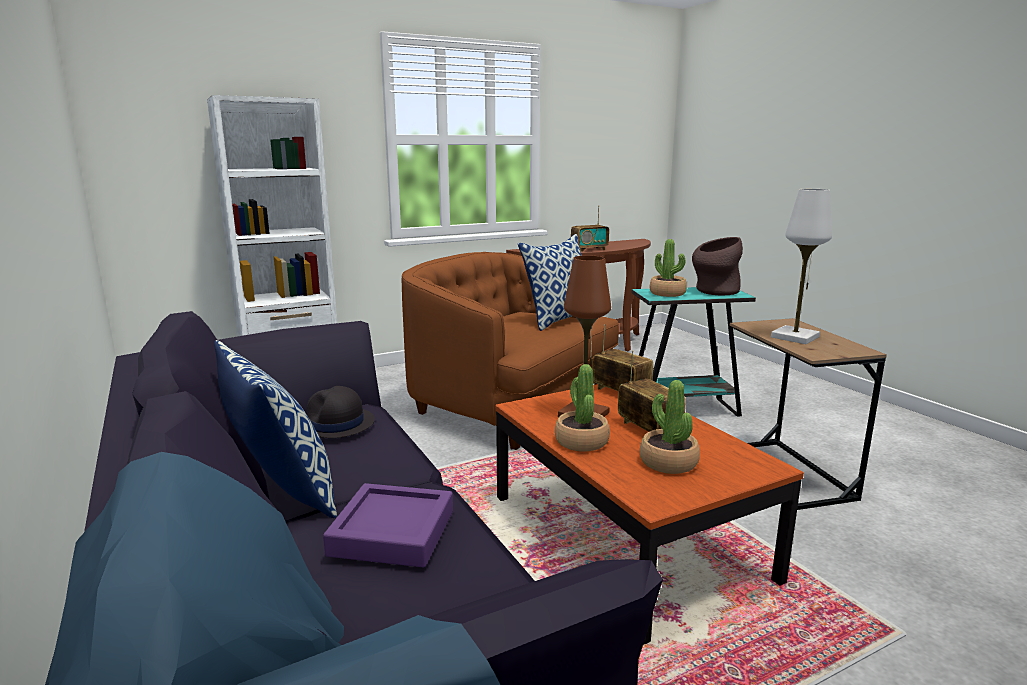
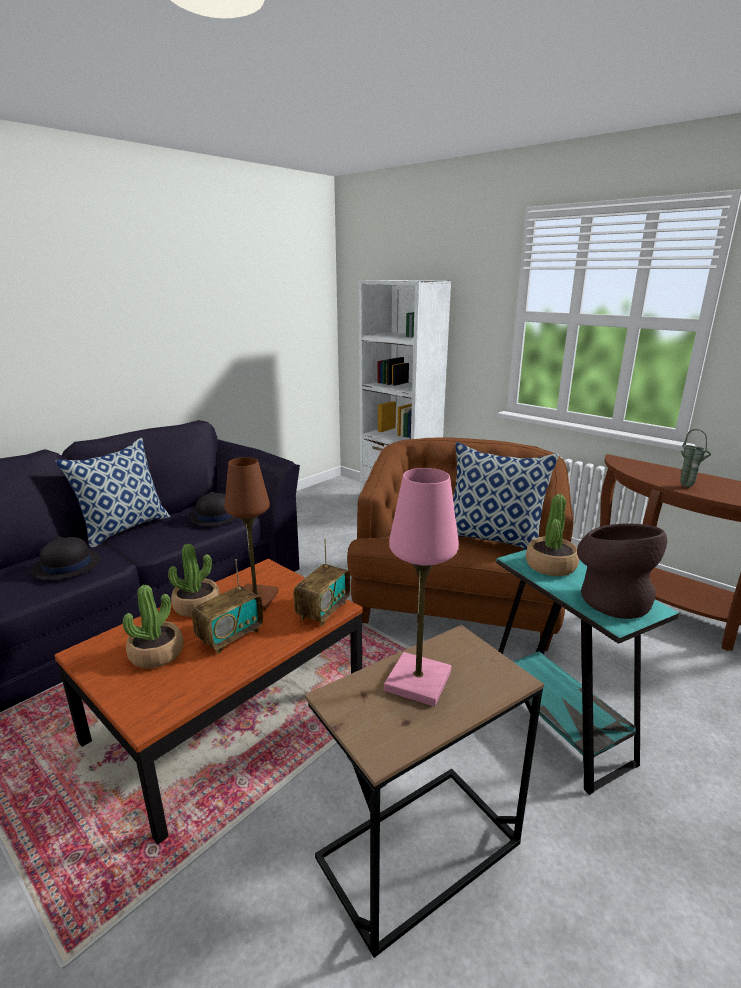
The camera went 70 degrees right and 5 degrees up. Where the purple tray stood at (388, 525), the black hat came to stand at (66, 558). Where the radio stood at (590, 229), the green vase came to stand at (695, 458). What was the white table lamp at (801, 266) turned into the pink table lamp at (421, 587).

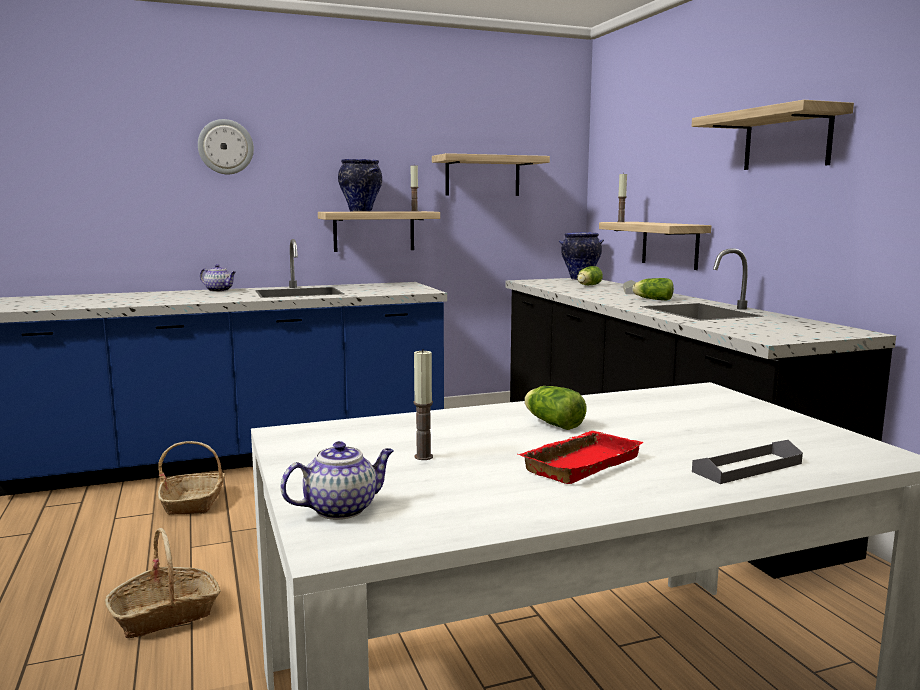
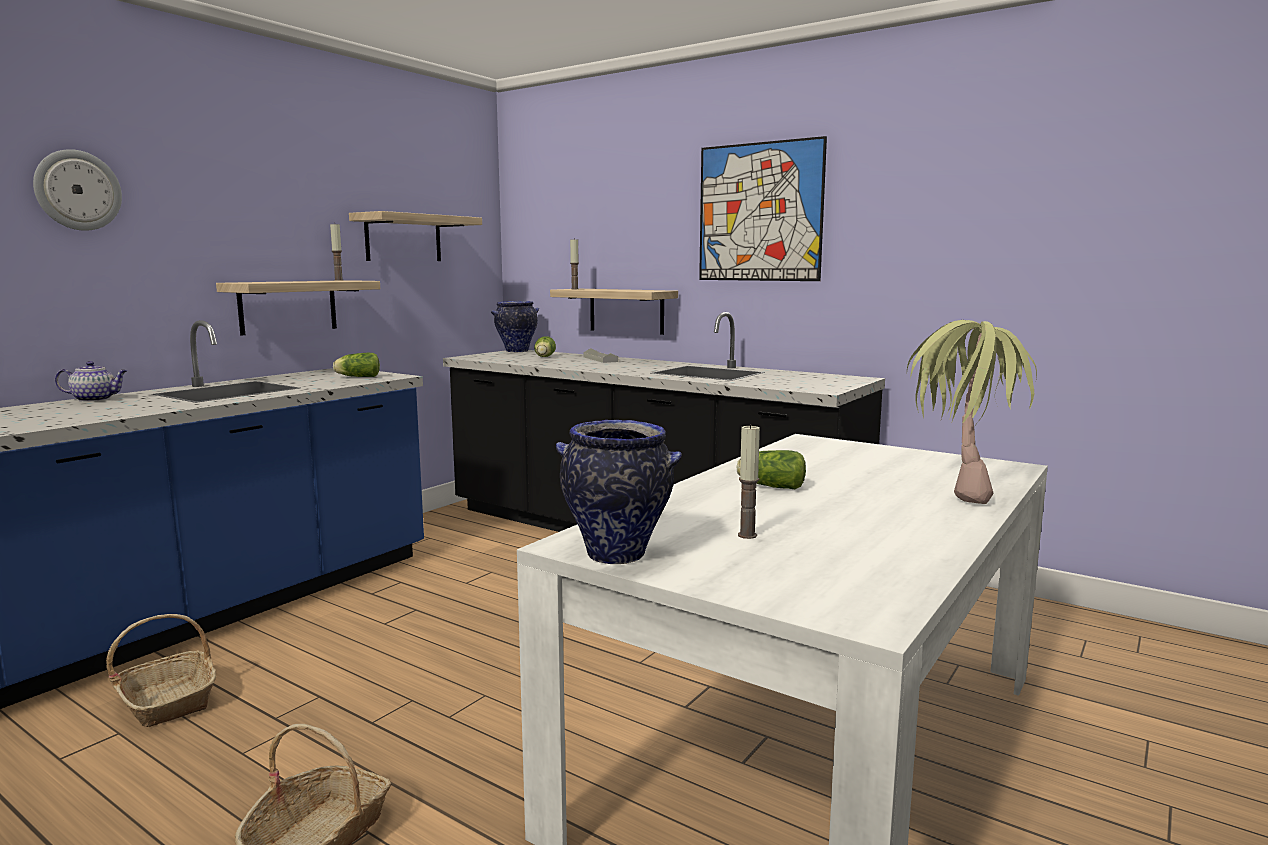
The camera went 35 degrees left and 0 degrees up. The second view lost the teapot at (337, 480). The vase ended up elsewhere, having gone from (360, 185) to (619, 492). The second view lost the red tray at (581, 457). The lettuce ended up elsewhere, having gone from (653, 289) to (356, 365). Where the shelf hung at (773, 135), the picture came to hang at (763, 208). Where the grey tray stood at (747, 462), the potted plant came to stand at (972, 412).

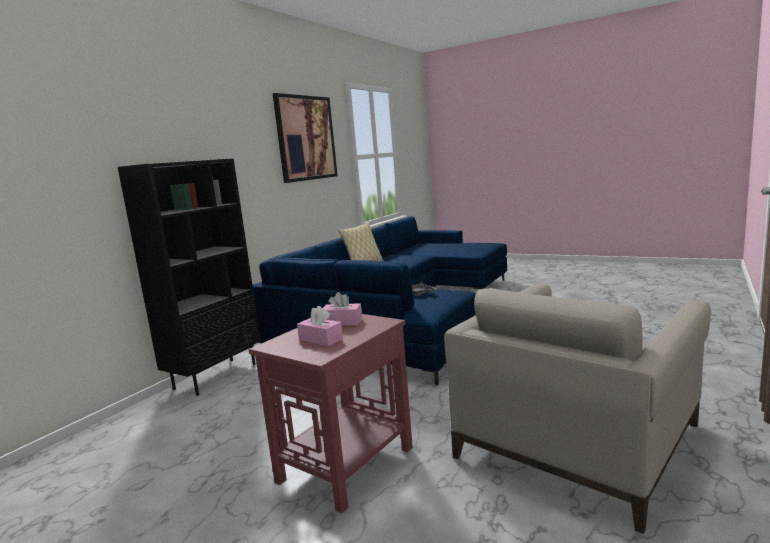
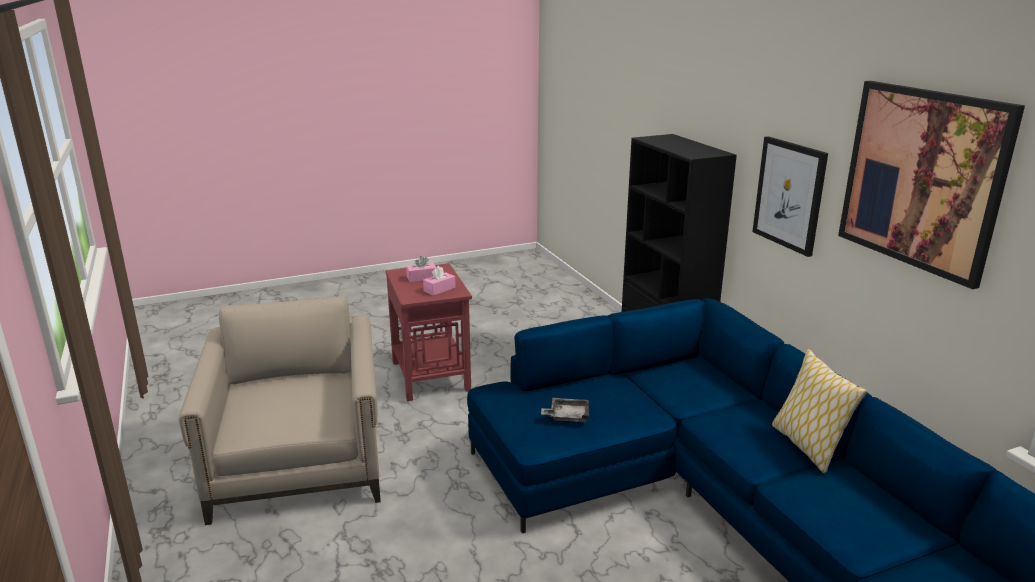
The camera went 125 degrees right and 10 degrees up. The second view gained the picture at (790, 196).

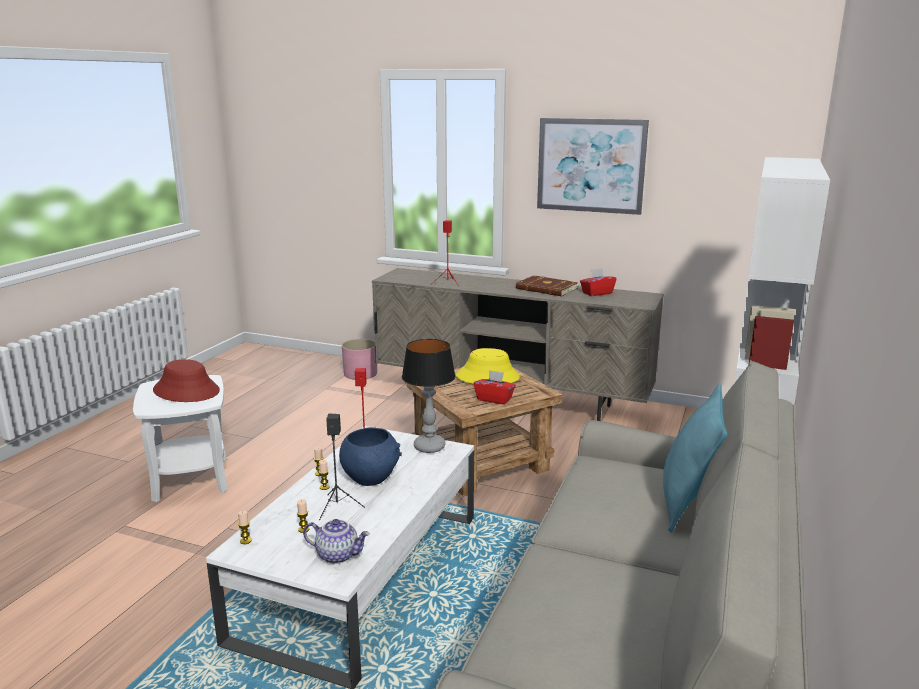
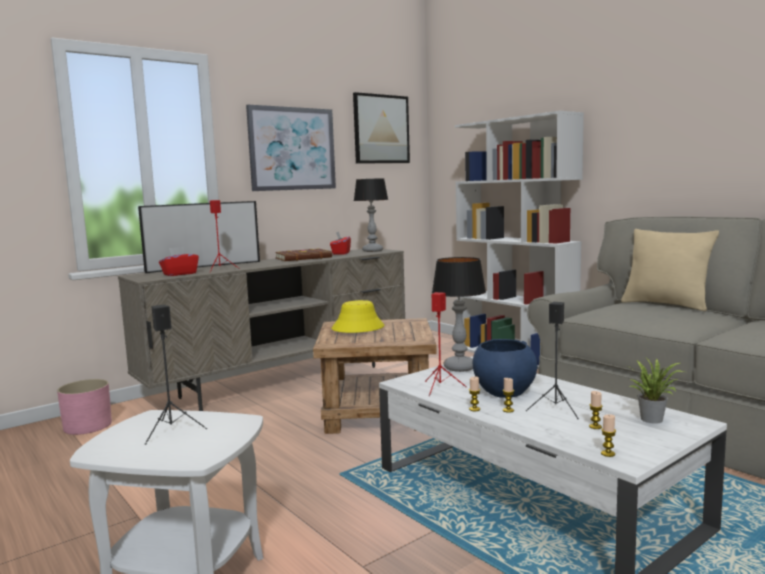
The camera went 60 degrees left and 10 degrees down. Where the red hat stood at (186, 380), the black speaker came to stand at (176, 374). Where the teapot stood at (336, 541), the potted plant came to stand at (655, 391). The red tissue box ended up elsewhere, having gone from (495, 387) to (179, 261). What was the turquoise pillow at (695, 458) turned into the beige pillow at (670, 270). The second view gained the television at (199, 237). The second view gained the picture at (381, 127). The second view gained the table lamp at (371, 215).

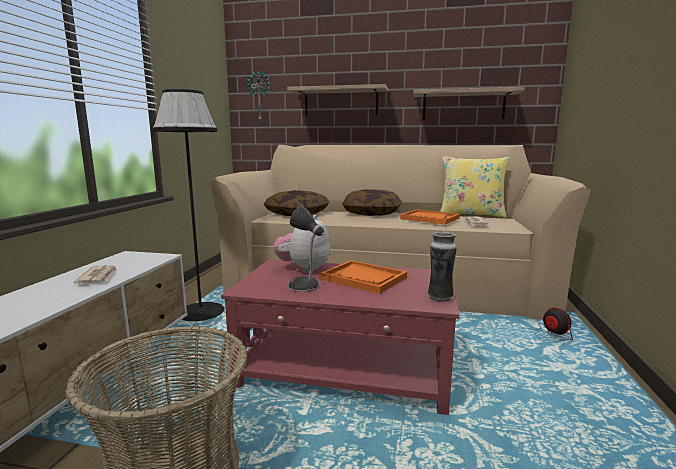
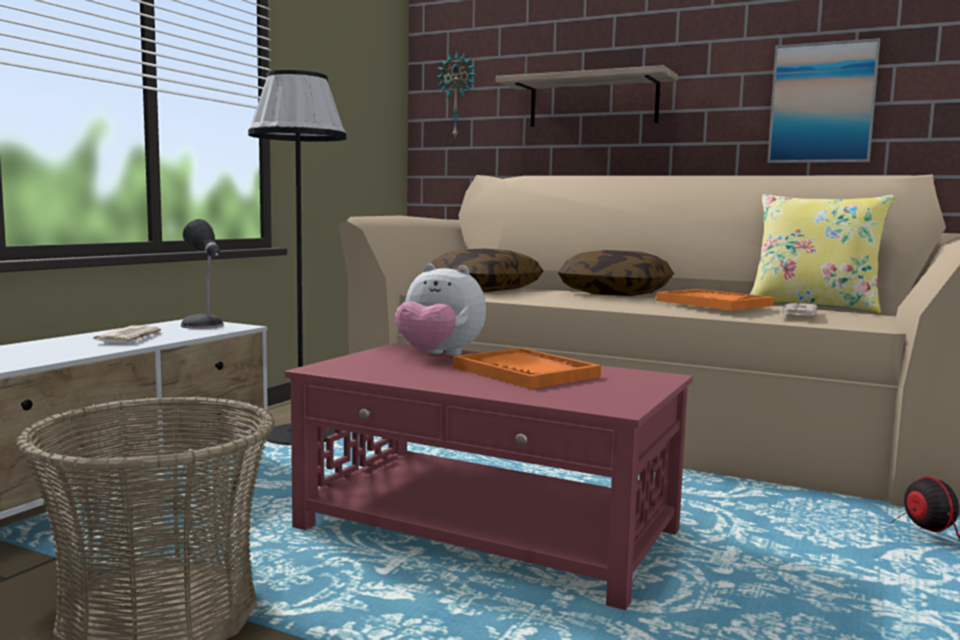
The camera went 15 degrees right and 5 degrees down. The plush toy at (301, 244) ended up facing another way, 105 degrees counterclockwise from before. The table lamp ended up elsewhere, having gone from (306, 249) to (202, 274). Where the shelf hung at (469, 103), the picture came to hang at (823, 100). The second view lost the vase at (442, 267).

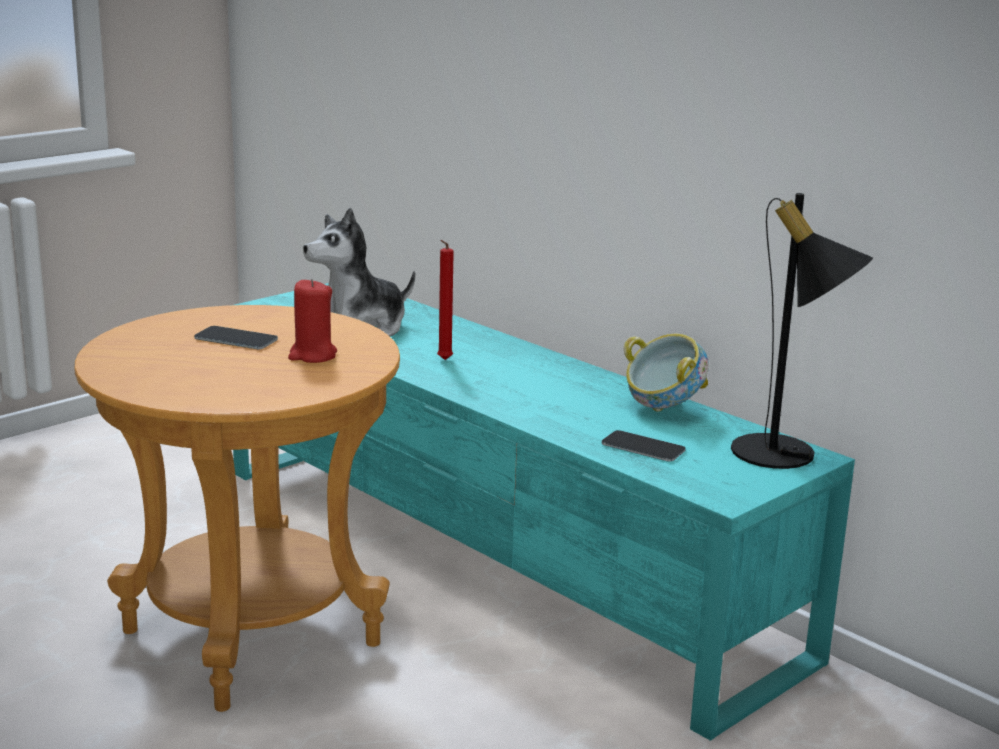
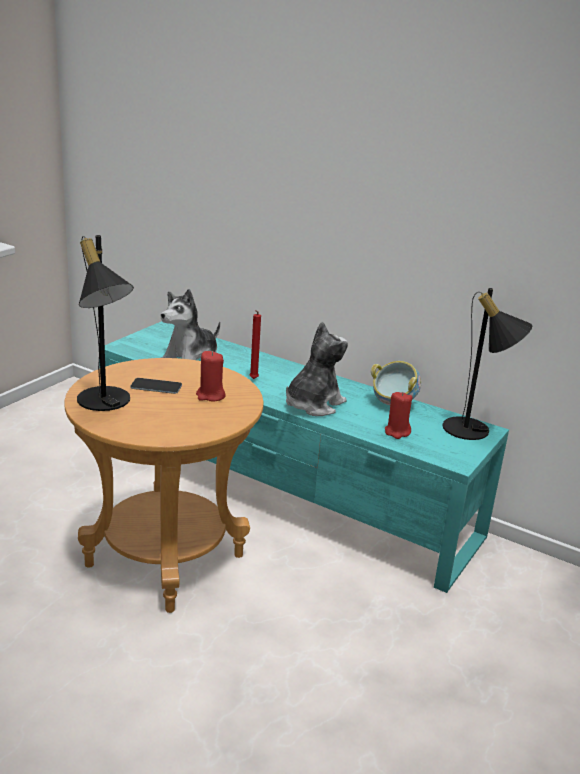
The camera went 15 degrees left and 5 degrees up. Where the phone stood at (644, 446), the red candle came to stand at (399, 415). The second view gained the black table lamp at (105, 323). The second view gained the plush toy at (317, 369).

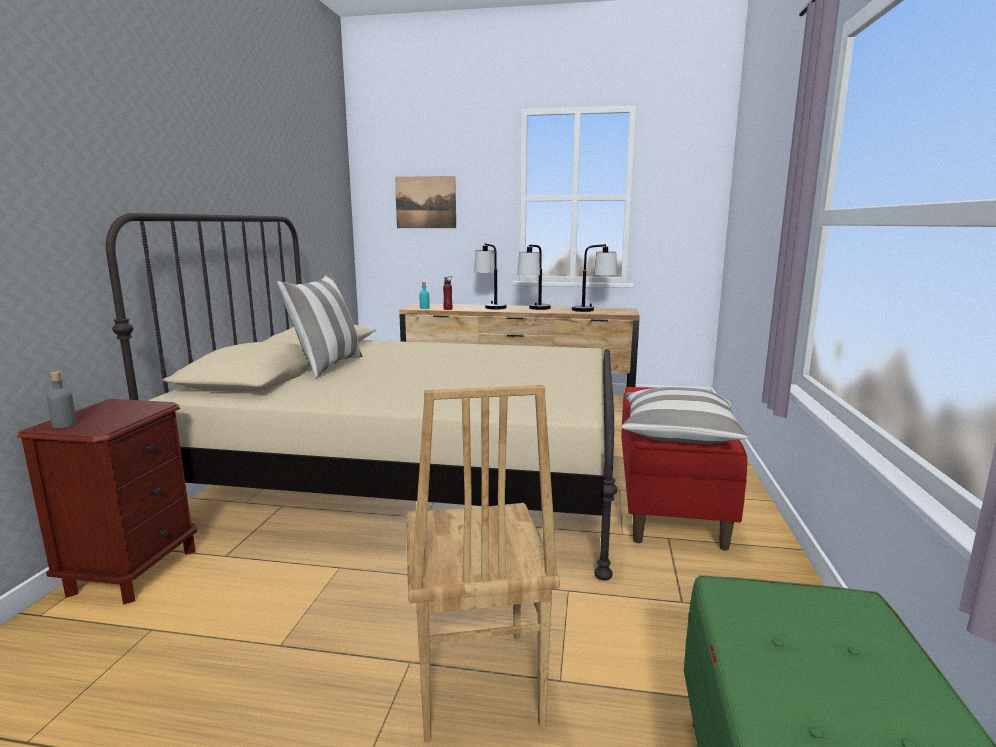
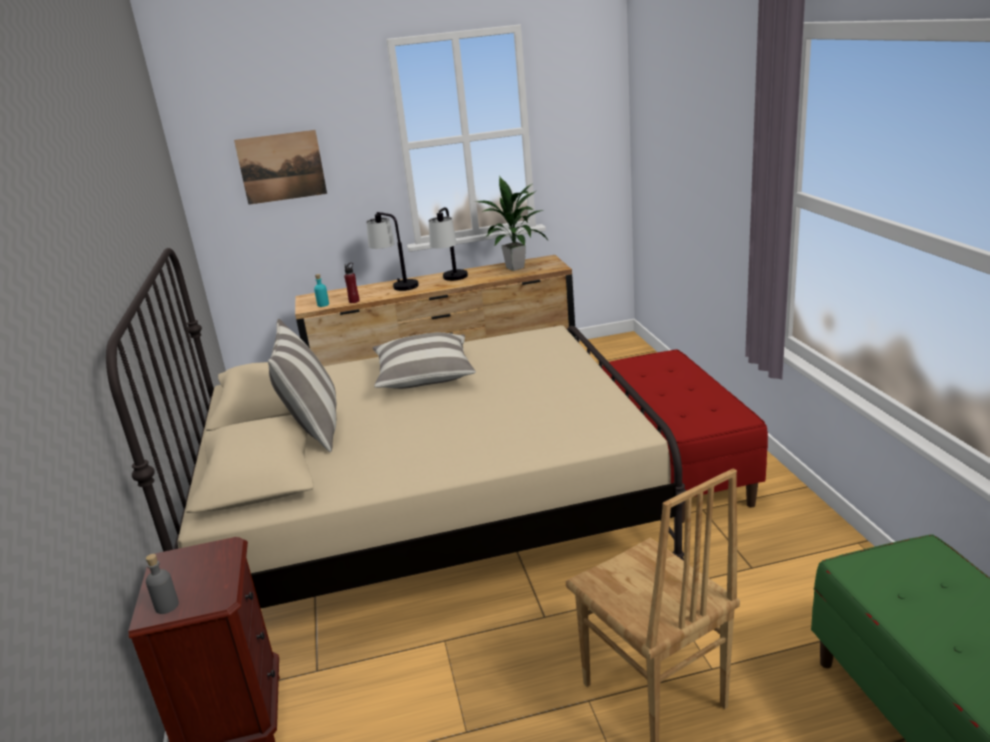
The camera went 20 degrees left and 10 degrees up. Where the table lamp stood at (594, 278), the potted plant came to stand at (512, 223). The pillow ended up elsewhere, having gone from (685, 415) to (424, 360).

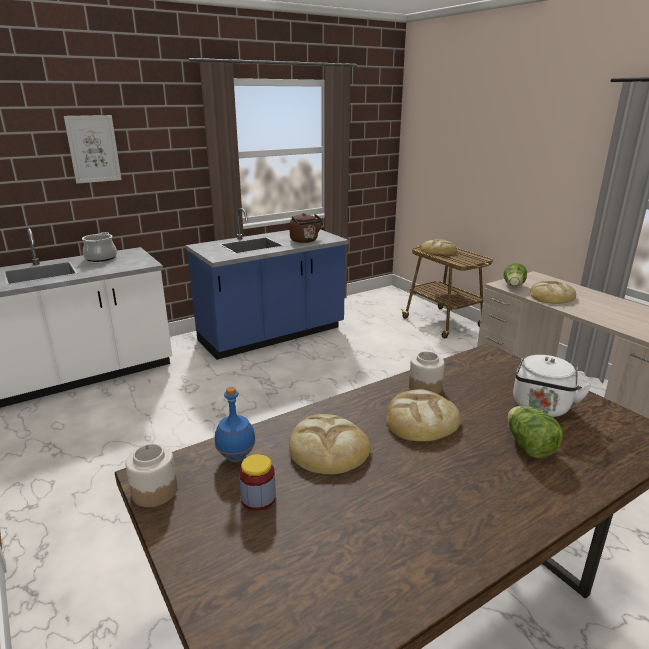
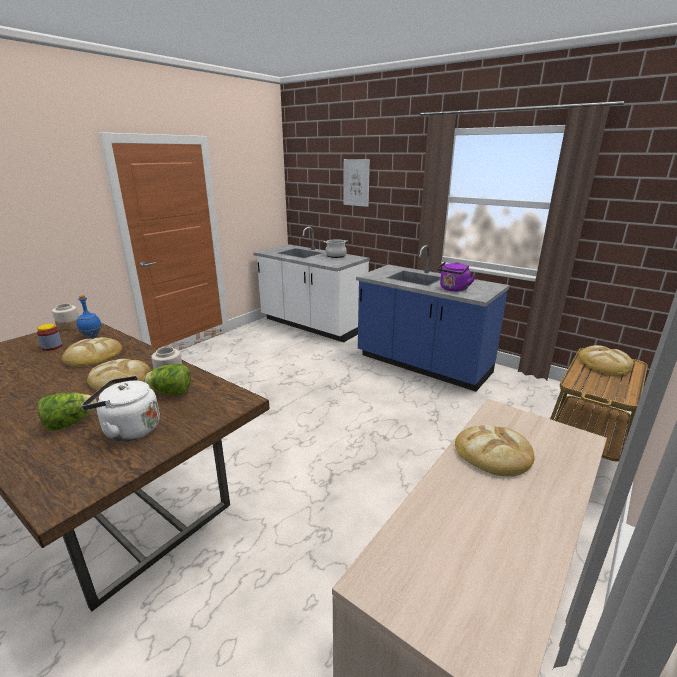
The camera went 70 degrees right and 0 degrees up. What was the brown kettle at (305, 228) turned into the purple kettle at (456, 277). The lettuce ended up elsewhere, having gone from (515, 275) to (167, 379).

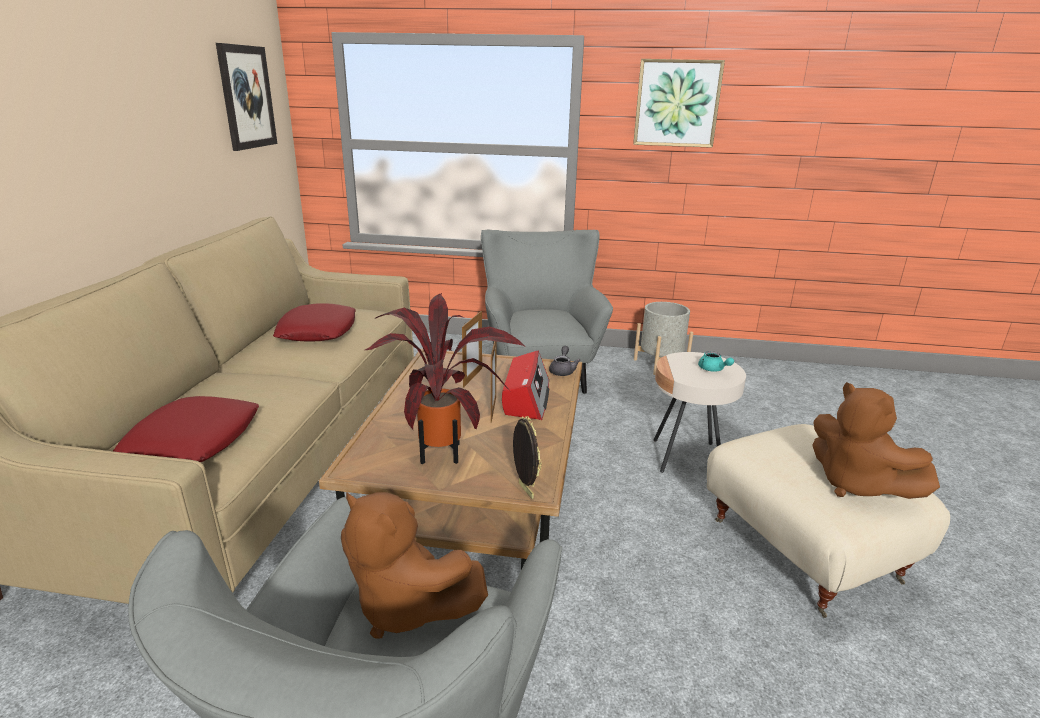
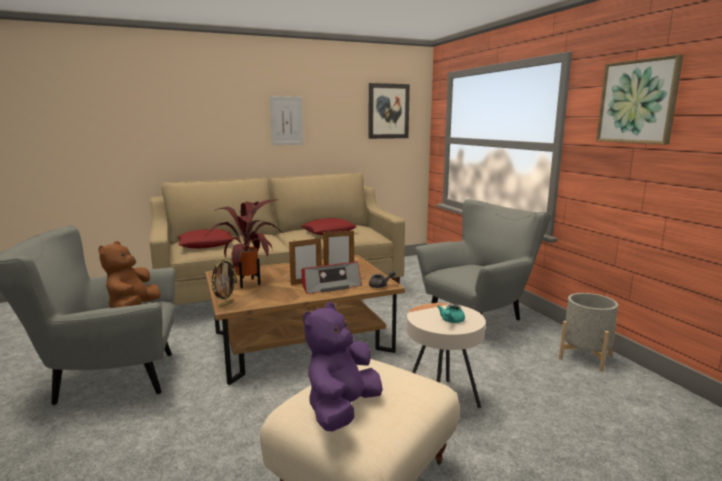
The camera went 60 degrees right and 10 degrees down. What was the brown plush toy at (876, 440) turned into the purple plush toy at (343, 367). The second view gained the picture at (286, 120).

